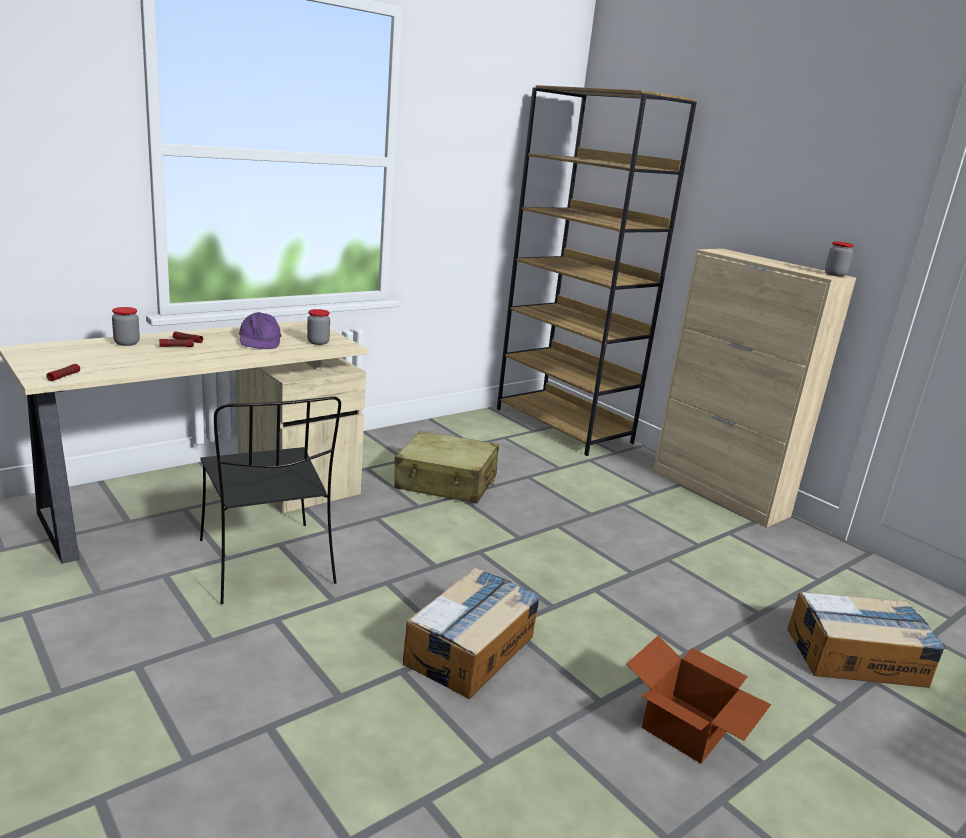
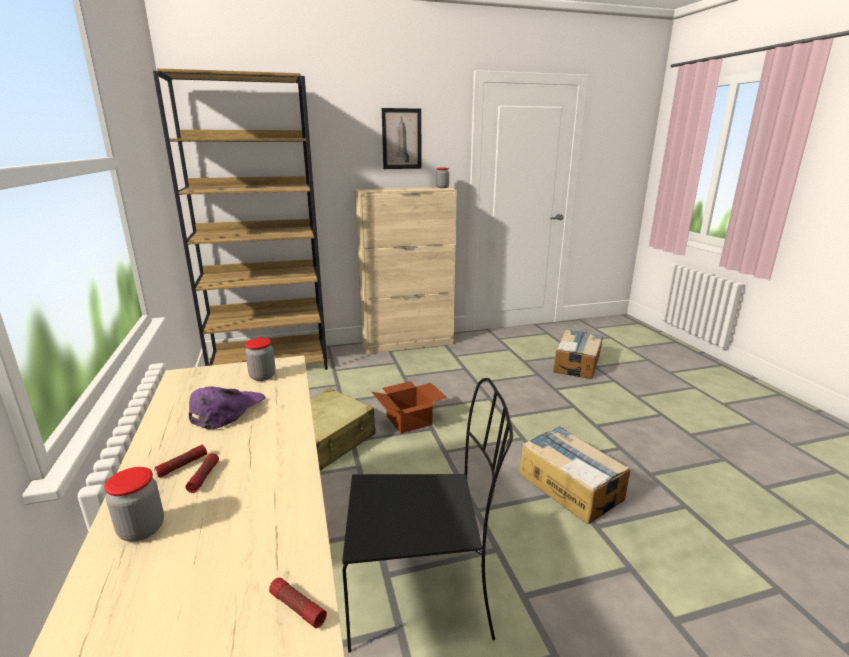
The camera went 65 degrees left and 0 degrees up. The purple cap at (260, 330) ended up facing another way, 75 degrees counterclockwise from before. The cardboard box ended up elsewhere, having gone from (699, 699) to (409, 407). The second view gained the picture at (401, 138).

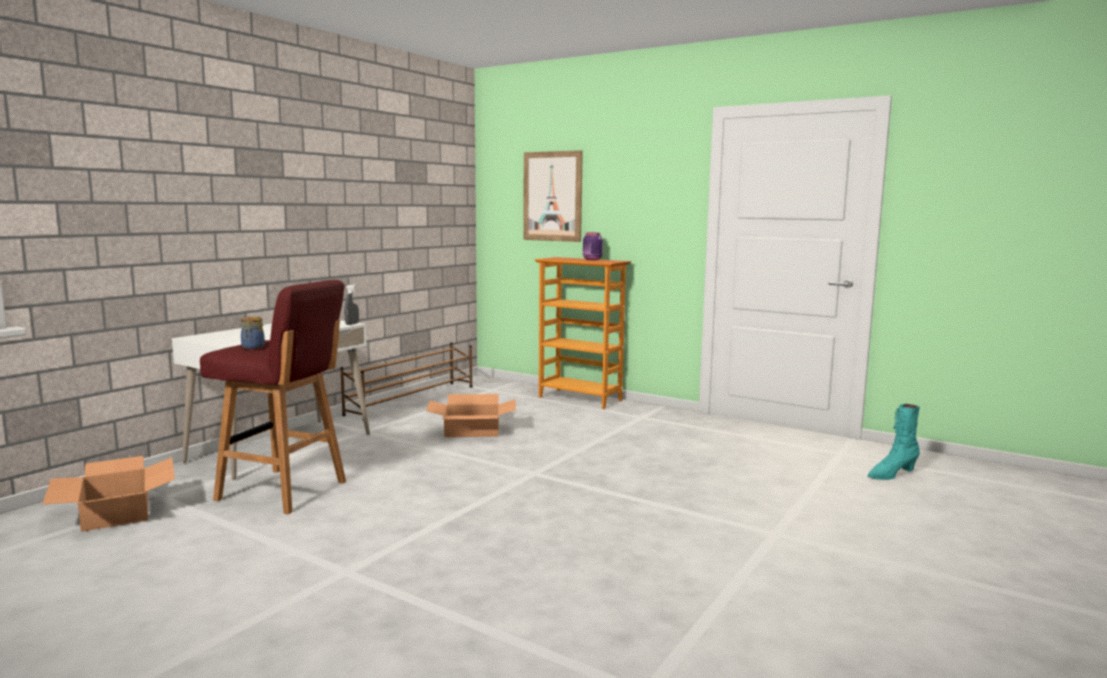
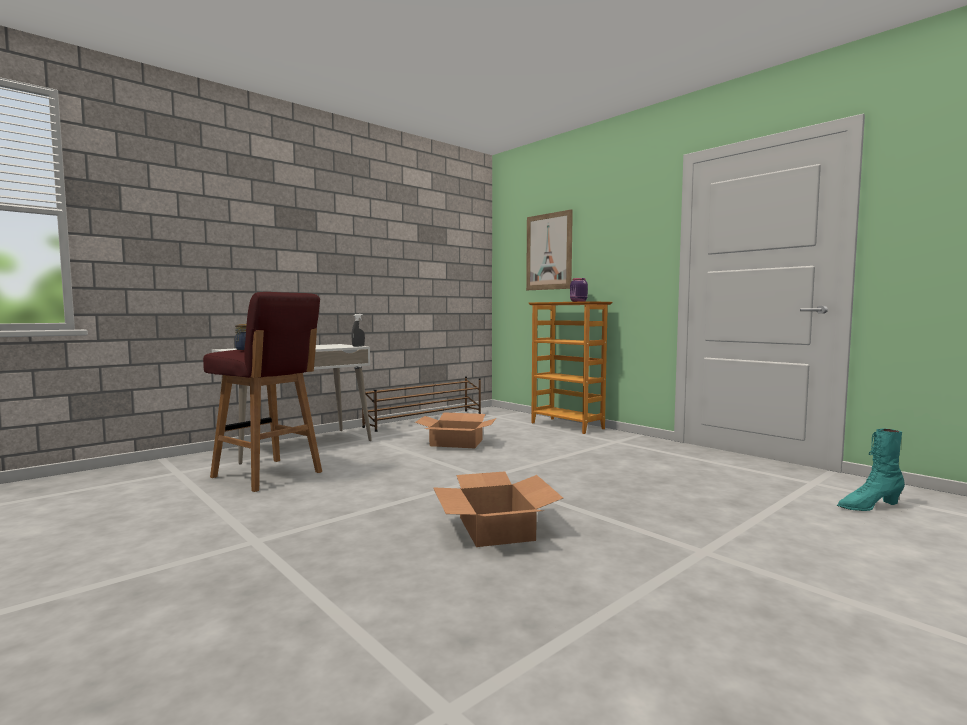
The camera went 15 degrees right and 5 degrees down. The cardboard box ended up elsewhere, having gone from (108, 494) to (498, 509).

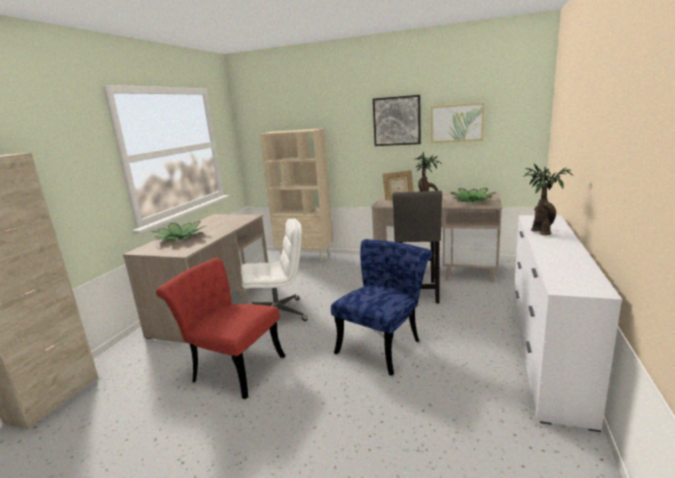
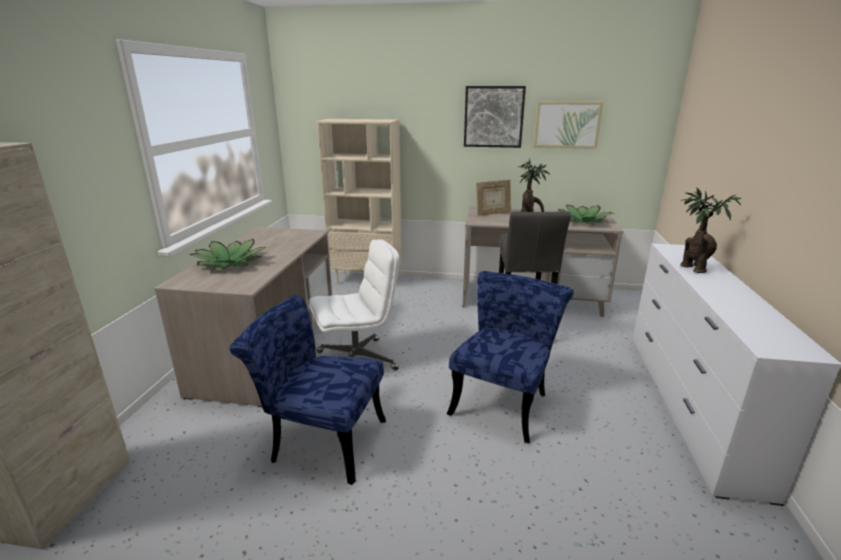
The camera went 10 degrees left and 5 degrees up. What was the red chair at (220, 329) turned into the blue chair at (308, 390).

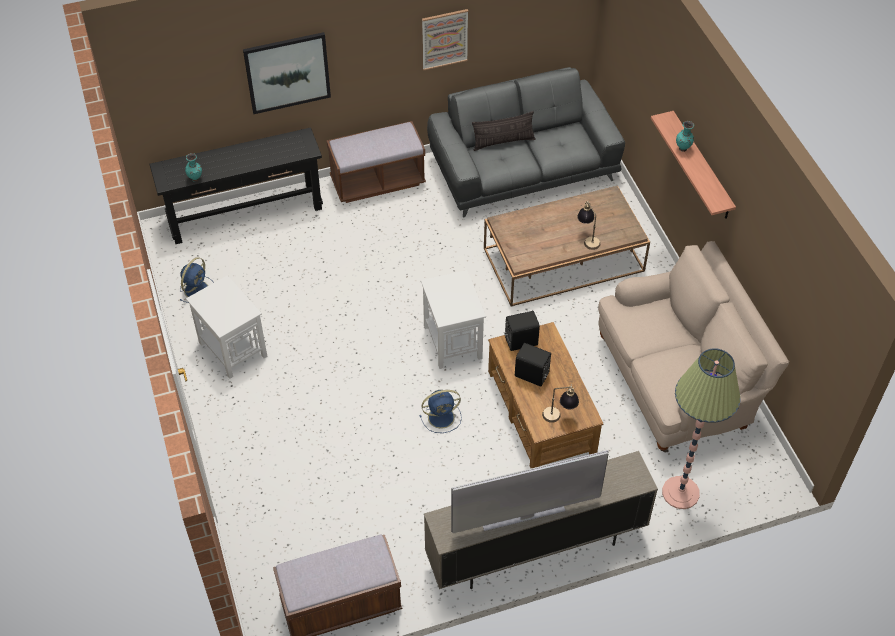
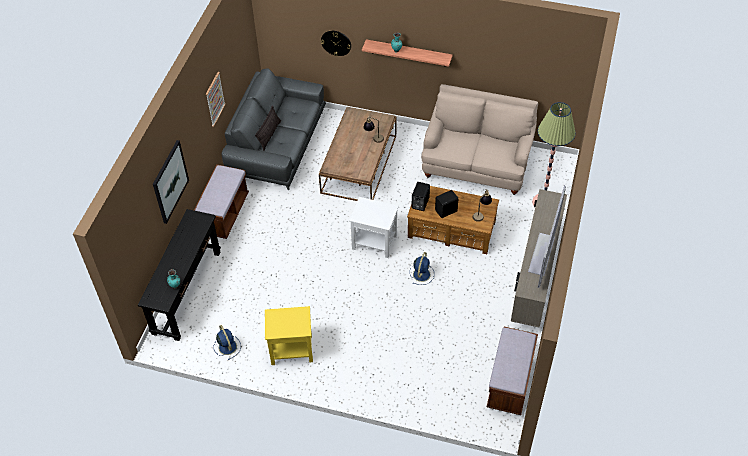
The camera went 55 degrees left and 0 degrees up. What was the white side table at (226, 327) turned into the yellow side table at (289, 335). The second view gained the wall clock at (336, 43).

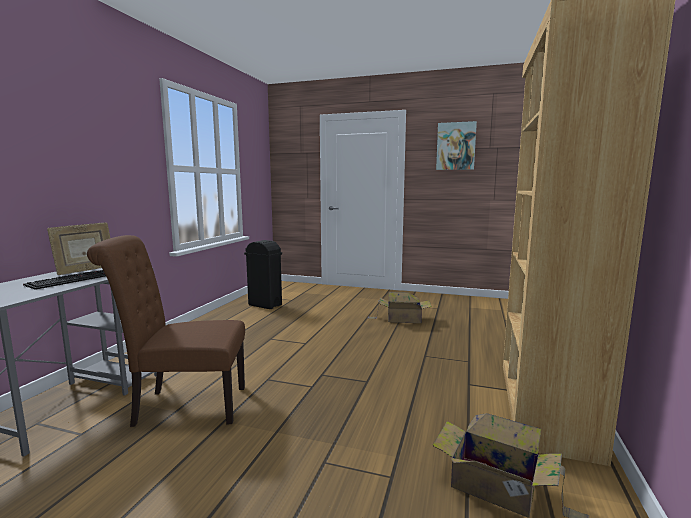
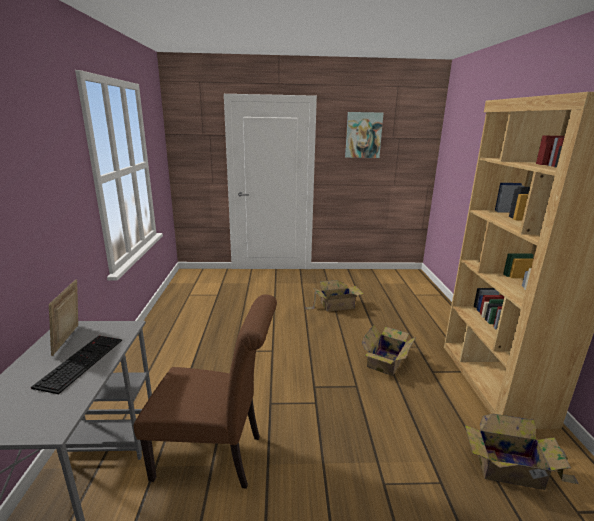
The camera went 20 degrees left and 10 degrees up. The picture frame at (78, 248) ended up facing another way, 150 degrees clockwise from before. The brown chair at (166, 331) ended up facing another way, 150 degrees counterclockwise from before. The second view lost the black trash can at (263, 274). The second view gained the cardboard box at (389, 350).

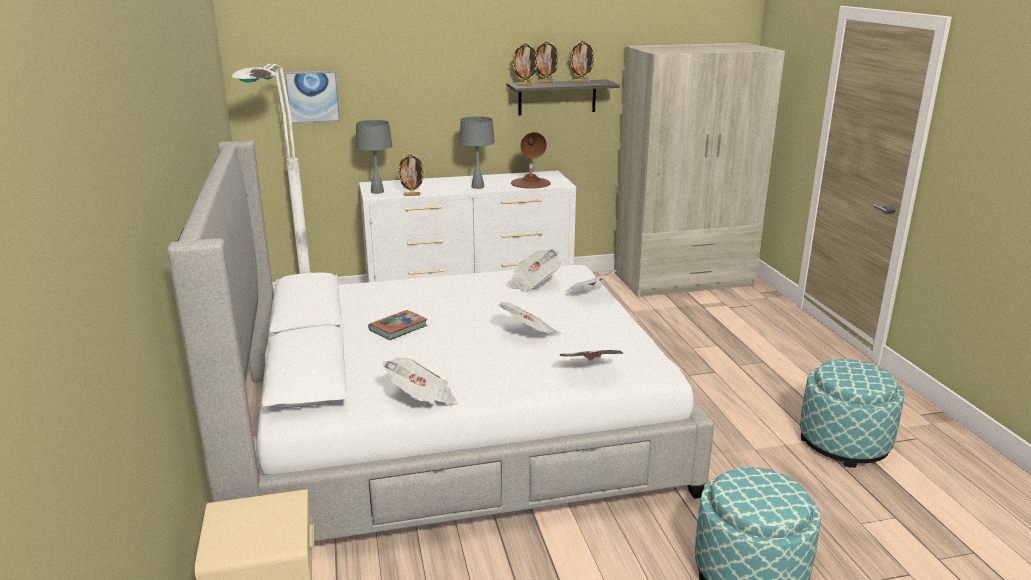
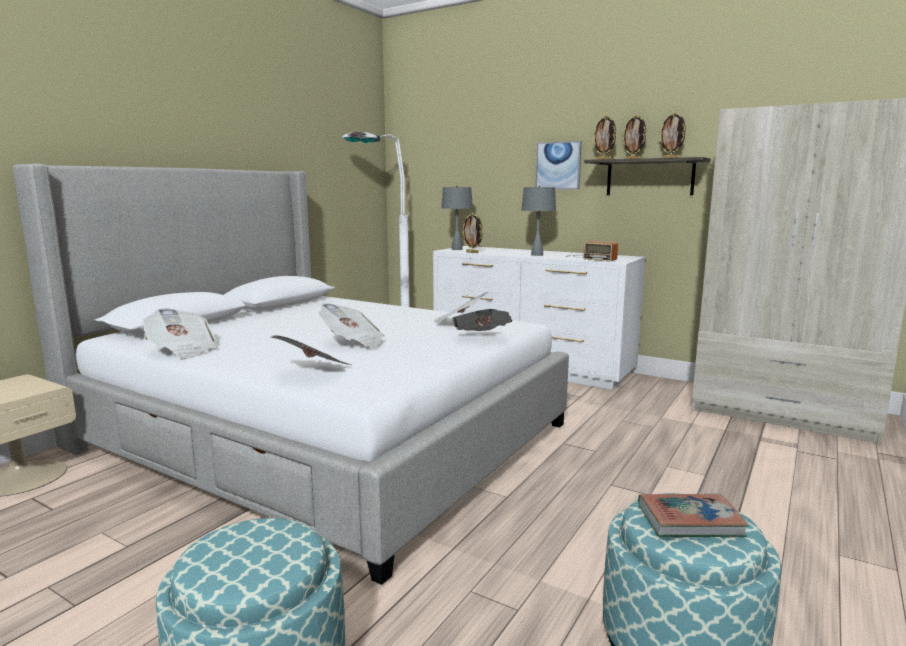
The camera went 45 degrees right and 10 degrees down. The picture ended up elsewhere, having gone from (312, 97) to (558, 165). The book ended up elsewhere, having gone from (397, 325) to (693, 515). Where the brown table lamp stood at (531, 160), the radio came to stand at (592, 251).

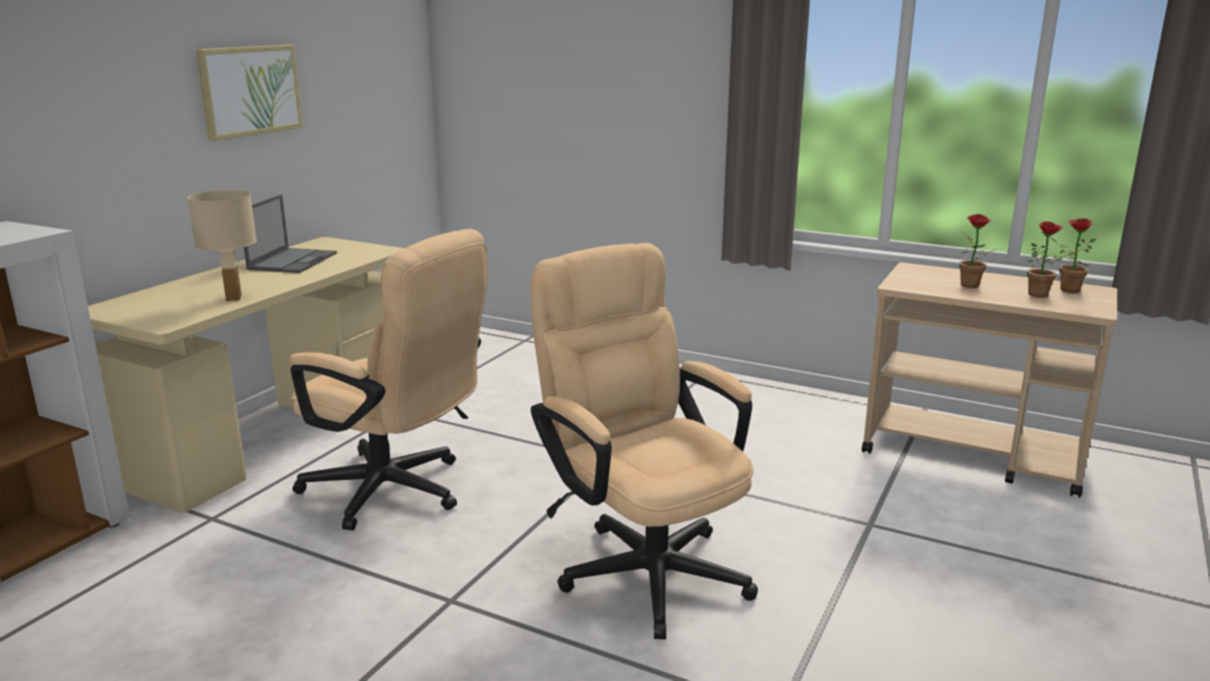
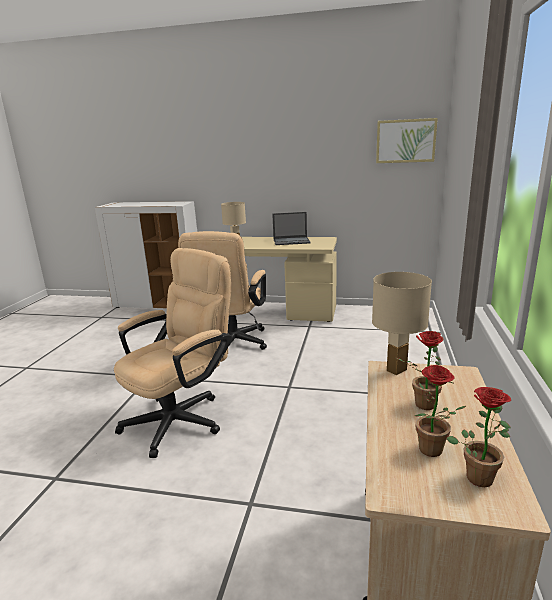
The camera went 75 degrees right and 0 degrees up. The picture ended up elsewhere, having gone from (249, 93) to (407, 140). The second view gained the beige table lamp at (402, 323).

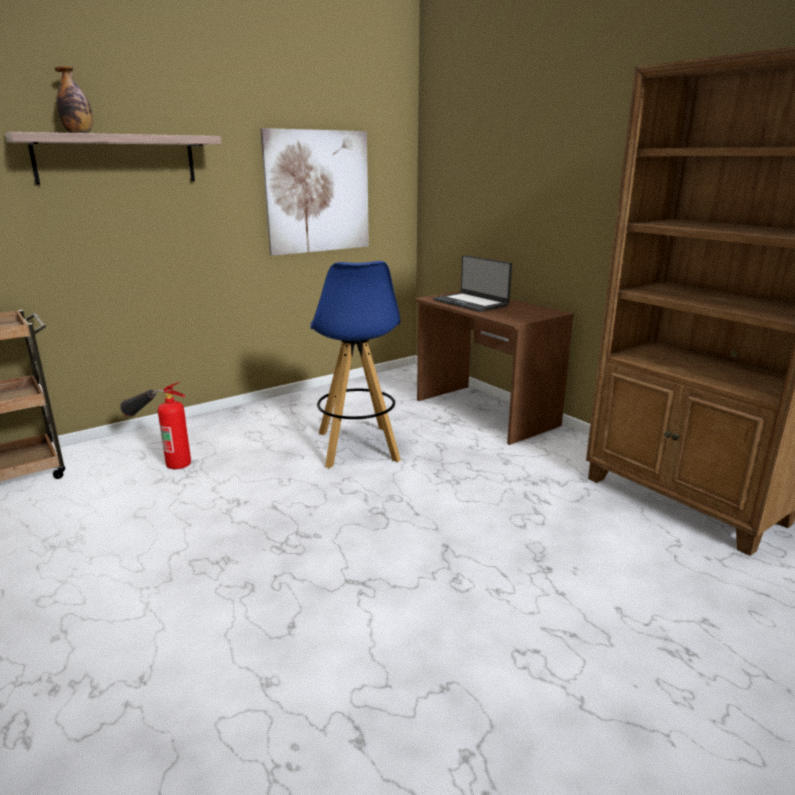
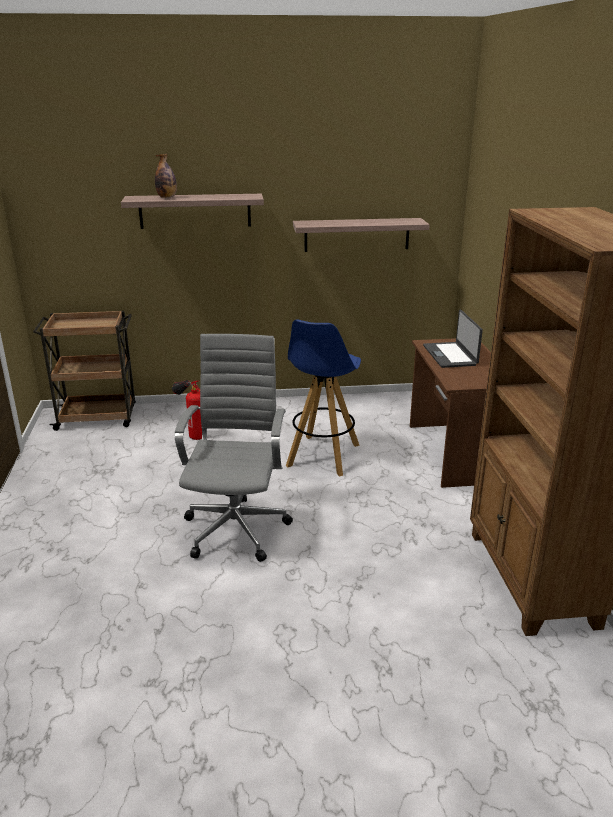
The camera went 30 degrees right and 5 degrees up. Where the picture hung at (314, 192), the shelf came to hang at (361, 235). The second view gained the grey office chair at (234, 448).

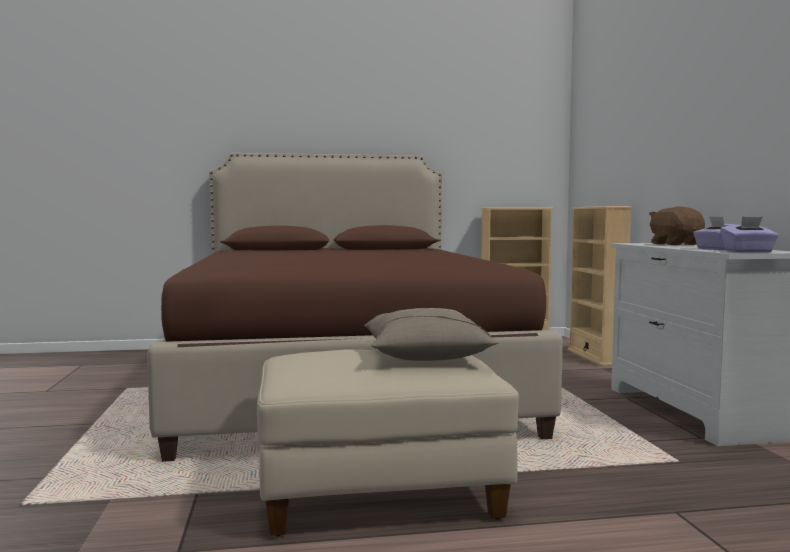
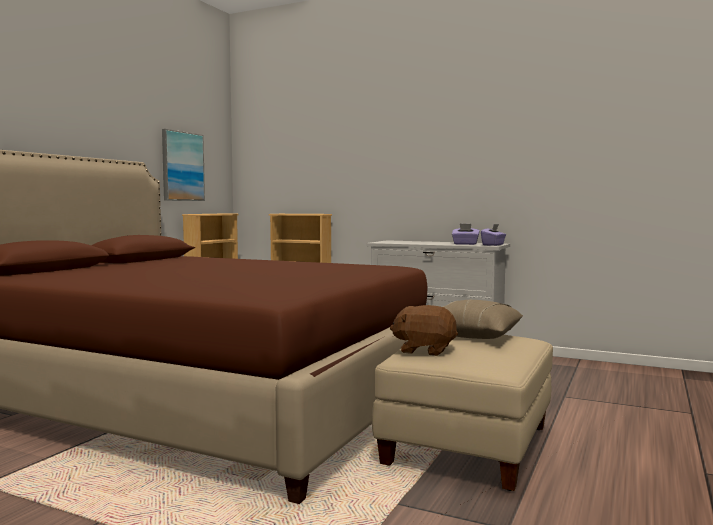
The camera went 55 degrees left and 0 degrees up. The brown plush toy ended up elsewhere, having gone from (677, 225) to (424, 330). The second view gained the picture at (183, 165).

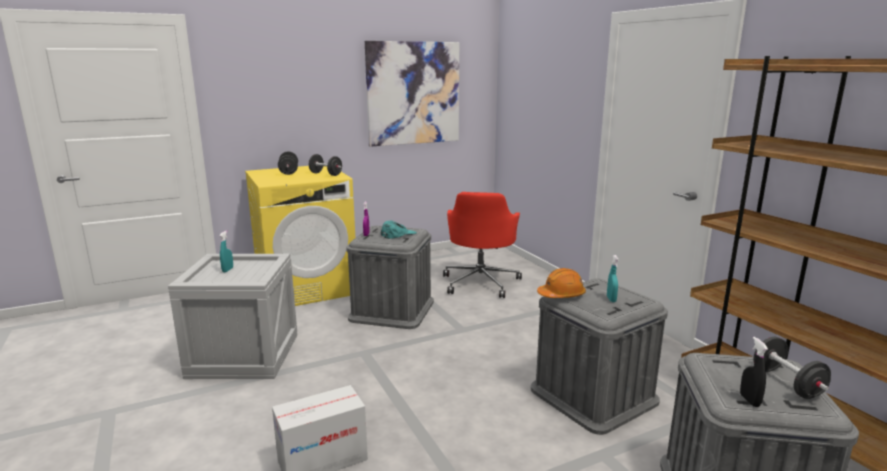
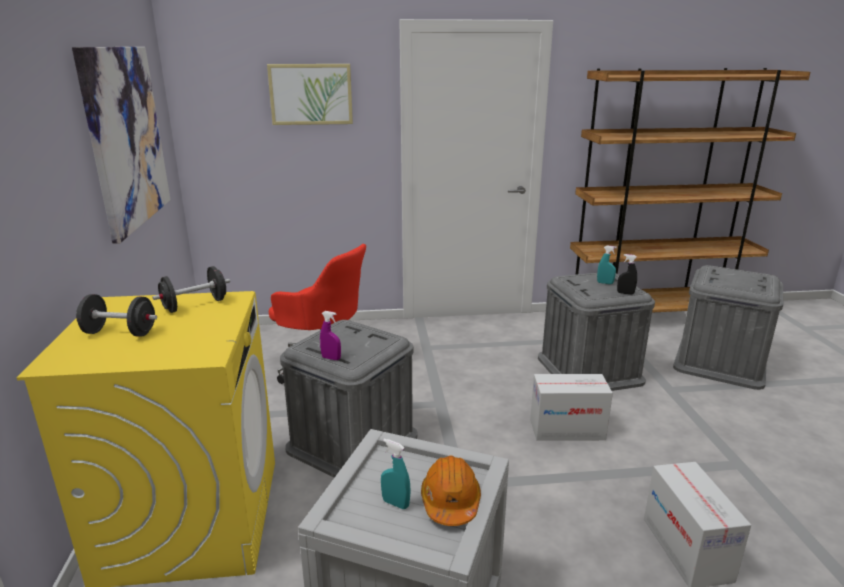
The camera went 70 degrees left and 5 degrees up. The second view lost the turquoise cap at (399, 229). The orange hard hat ended up elsewhere, having gone from (561, 283) to (451, 491). The black spray bottle ended up elsewhere, having gone from (754, 372) to (627, 274). The second view lost the black dumbbell at (792, 368). The second view gained the picture at (310, 94). The second view gained the cardboard box at (571, 407).

